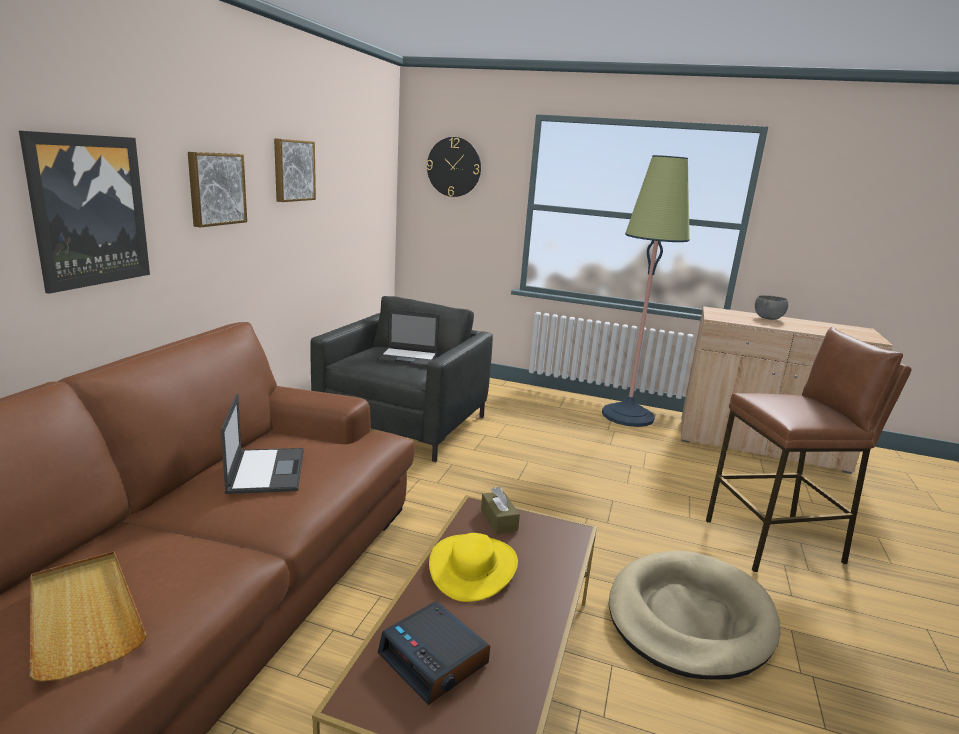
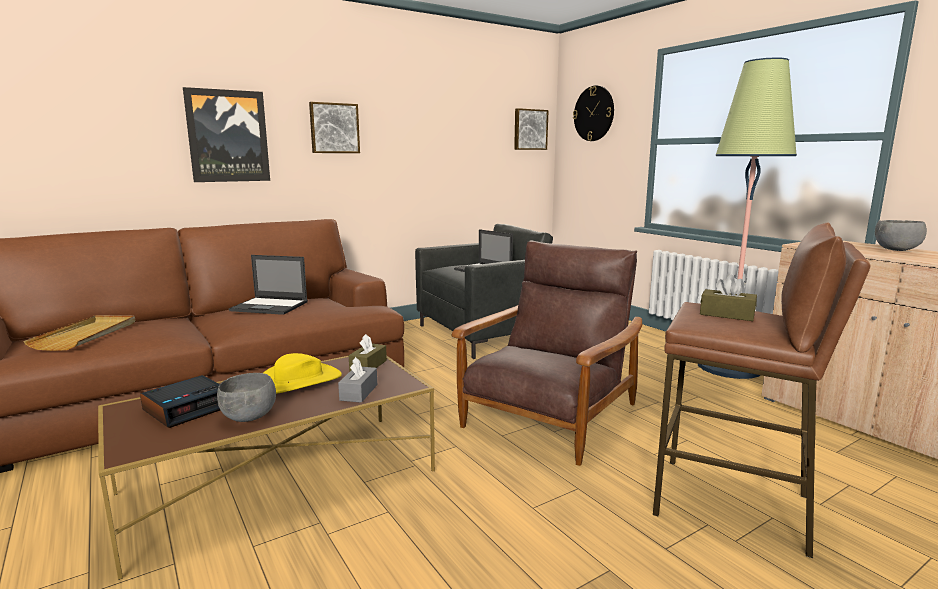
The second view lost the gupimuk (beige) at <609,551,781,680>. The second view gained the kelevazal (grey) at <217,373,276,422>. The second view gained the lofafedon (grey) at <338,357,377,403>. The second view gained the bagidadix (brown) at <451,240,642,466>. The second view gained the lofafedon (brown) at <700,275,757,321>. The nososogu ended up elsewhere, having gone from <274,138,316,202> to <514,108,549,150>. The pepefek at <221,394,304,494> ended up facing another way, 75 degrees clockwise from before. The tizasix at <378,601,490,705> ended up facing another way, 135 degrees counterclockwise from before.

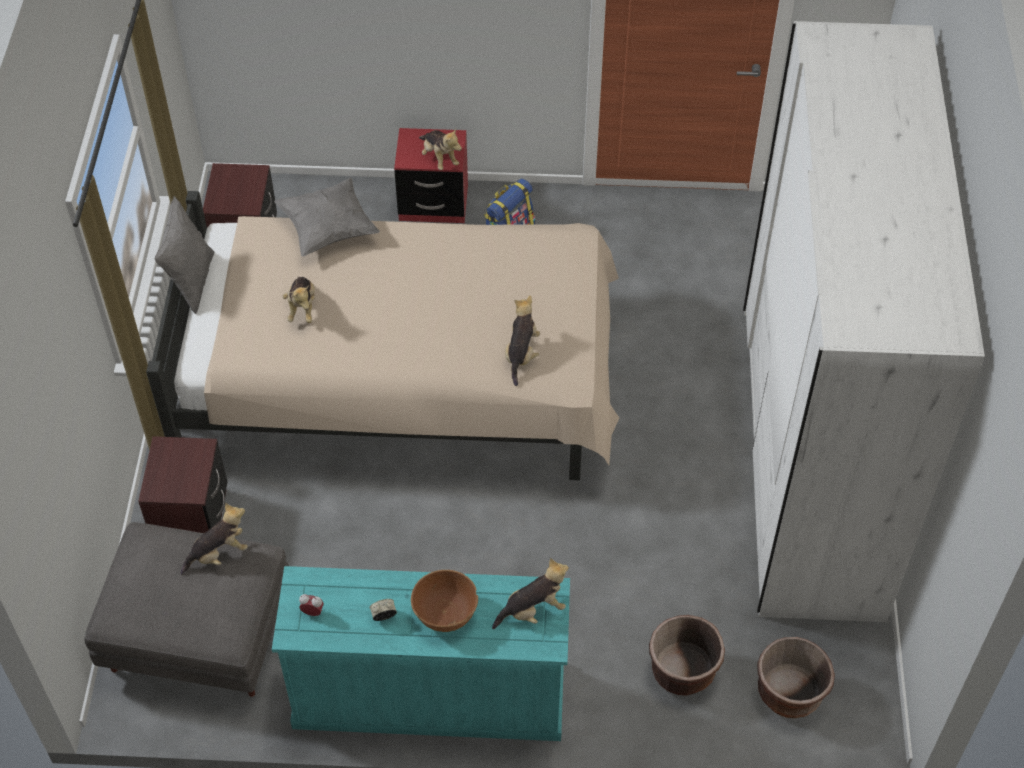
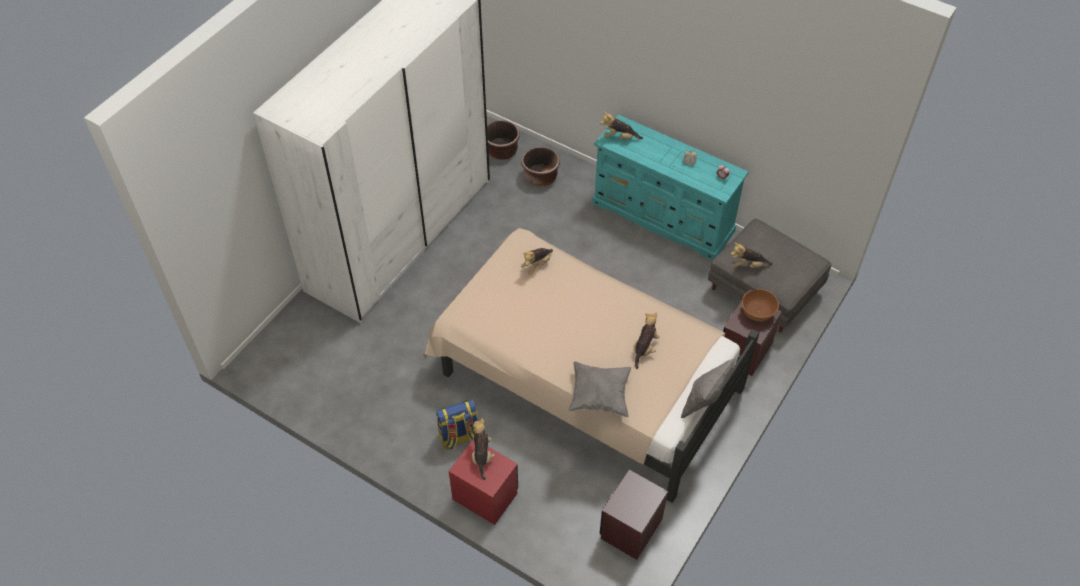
The kelevazal (brown) ended up elsewhere, having gone from <411,570,478,632> to <742,289,779,321>.

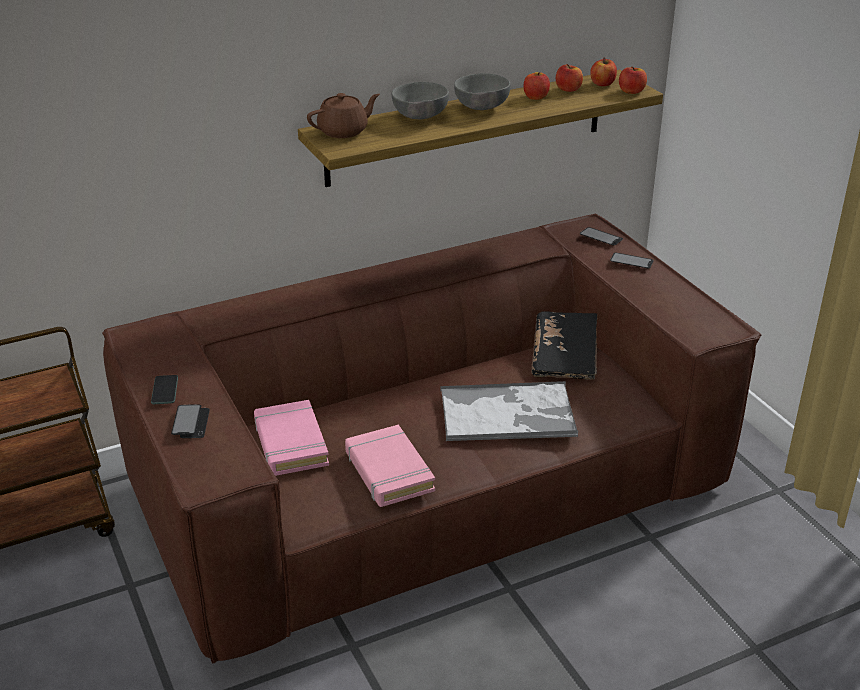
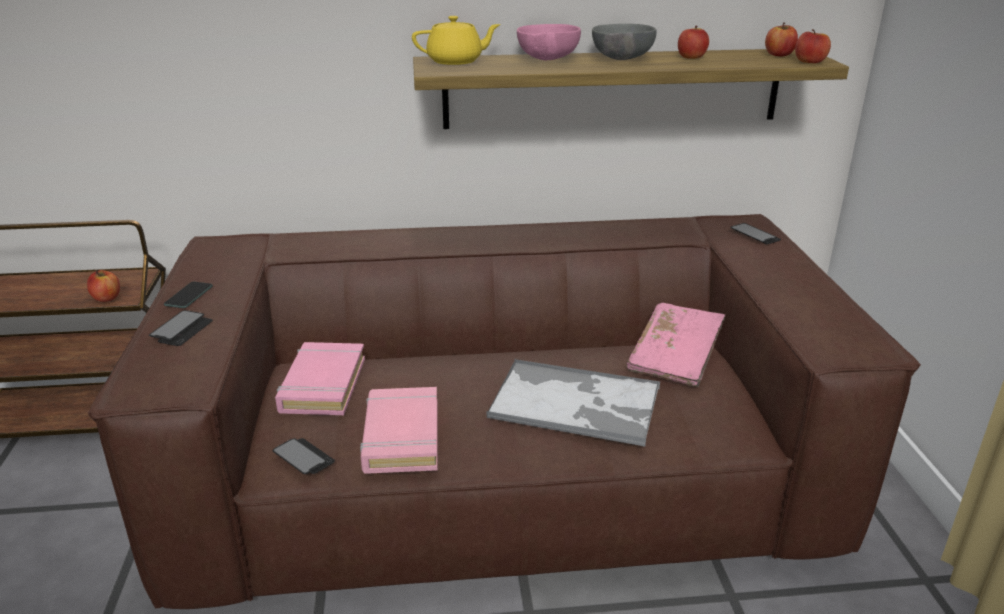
The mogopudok ended up elsewhere, having gone from <556,64,583,92> to <87,270,120,302>. The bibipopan ended up elsewhere, having gone from <610,253,653,268> to <272,438,335,474>. What was the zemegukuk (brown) at <307,93,380,138> turned into the zemegukuk (yellow) at <412,16,501,65>. What was the kelevazal (grey) at <392,82,449,119> turned into the kelevazal (pink) at <517,24,581,60>. What was the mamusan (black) at <531,311,597,380> turned into the mamusan (pink) at <626,303,725,387>.

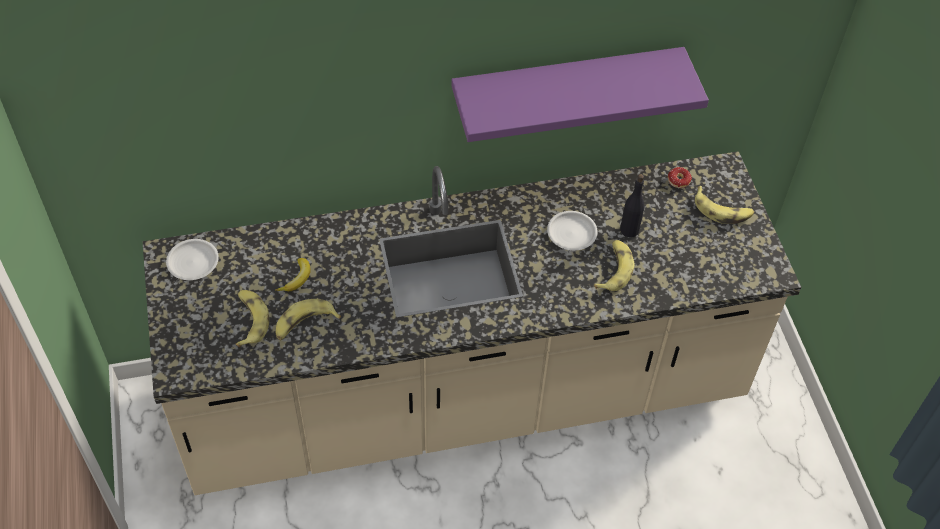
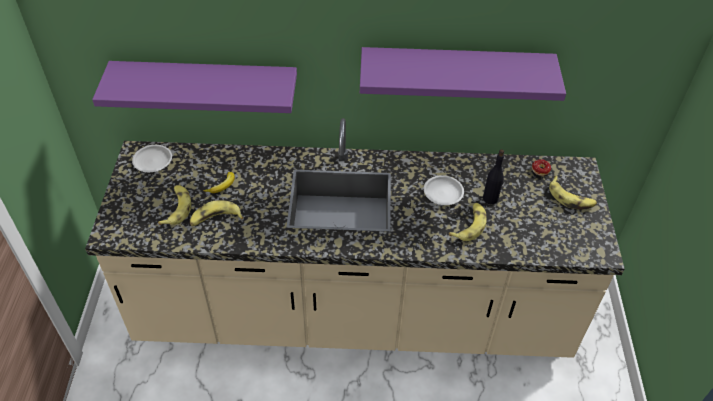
The second view gained the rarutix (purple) at <92,61,297,113>.

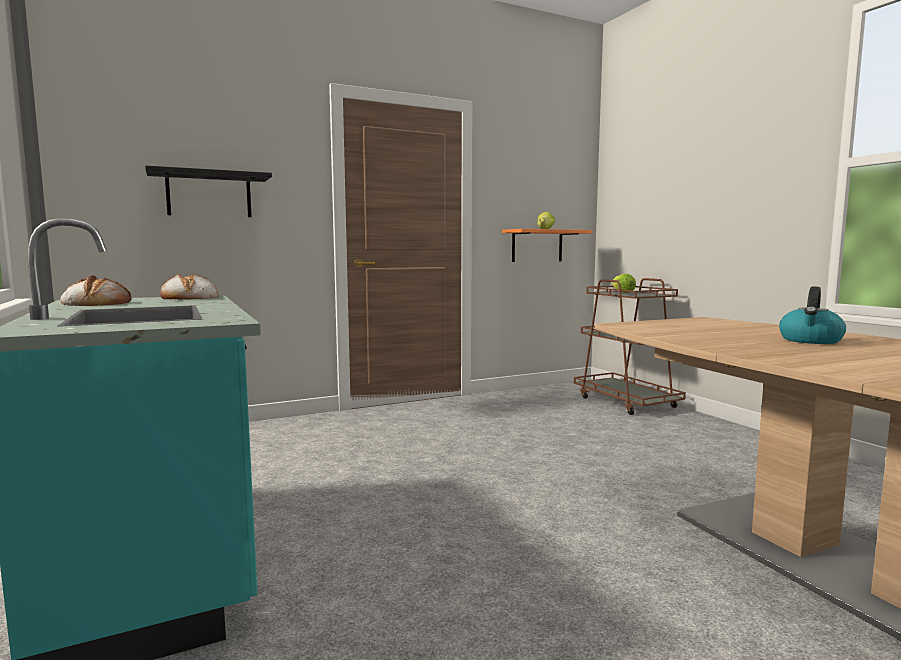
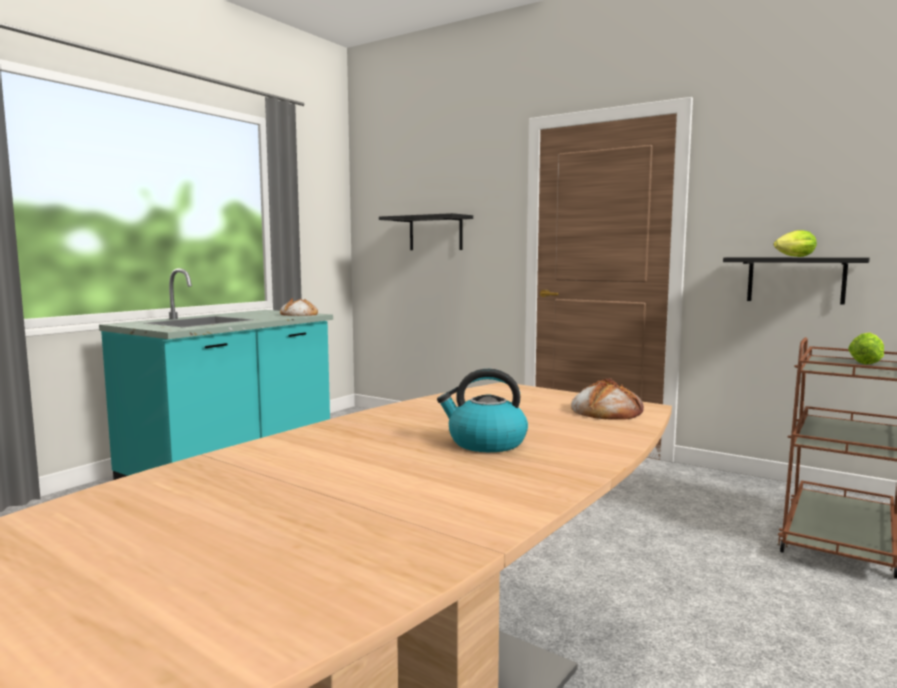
The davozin ended up elsewhere, having gone from <60,276,131,306> to <571,378,644,420>. What was the rarutix (orange) at <502,229,593,262> turned into the rarutix (black) at <723,257,870,305>.

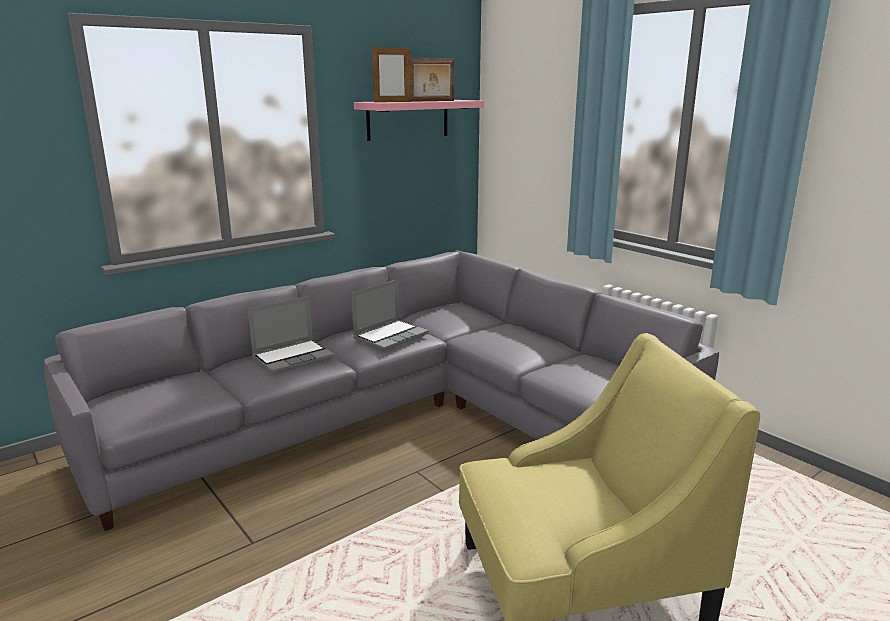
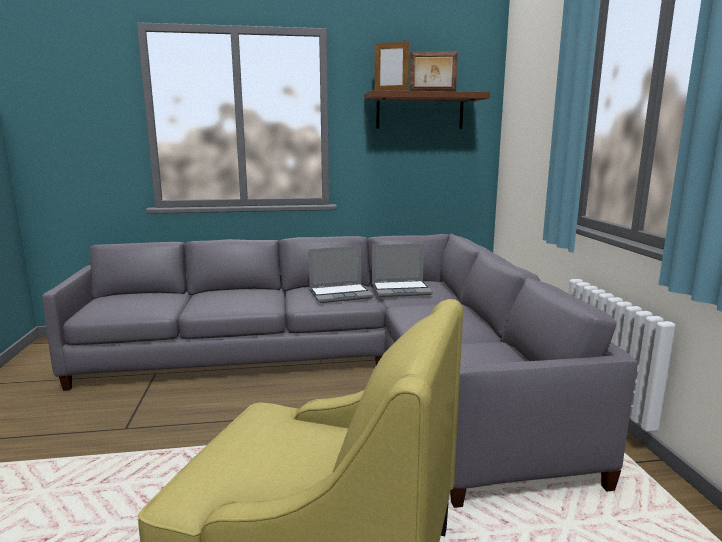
The pepefek ended up elsewhere, having gone from <248,296,334,374> to <372,243,433,297>. What was the rarutix (pink) at <354,100,484,141> turned into the rarutix (brown) at <364,90,490,129>.

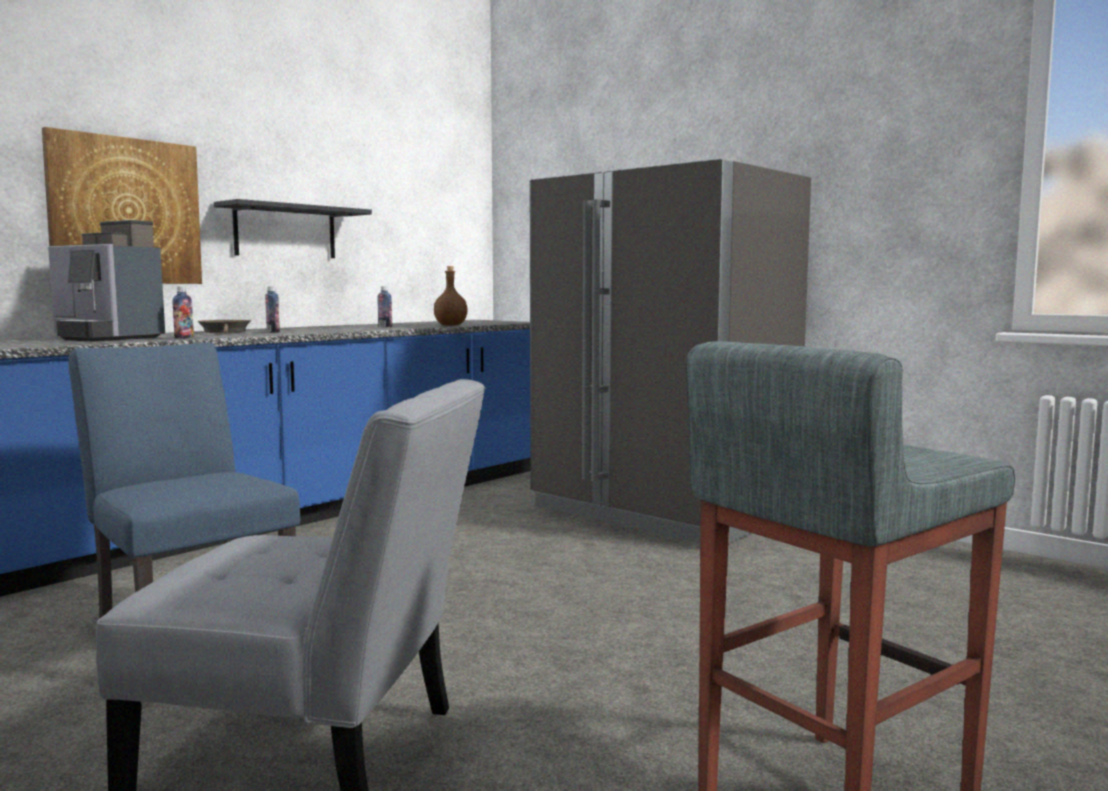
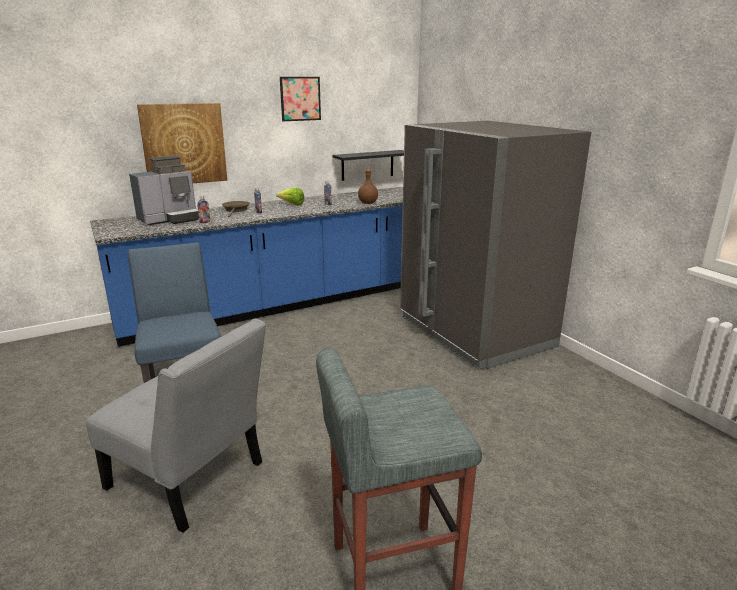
The second view gained the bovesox at <277,188,304,205>. The second view gained the nososogu at <280,77,321,121>. The rarutix (black) ended up elsewhere, having gone from <214,199,372,258> to <333,150,404,181>. The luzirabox at <48,220,165,342> ended up facing another way, 90 degrees counterclockwise from before.

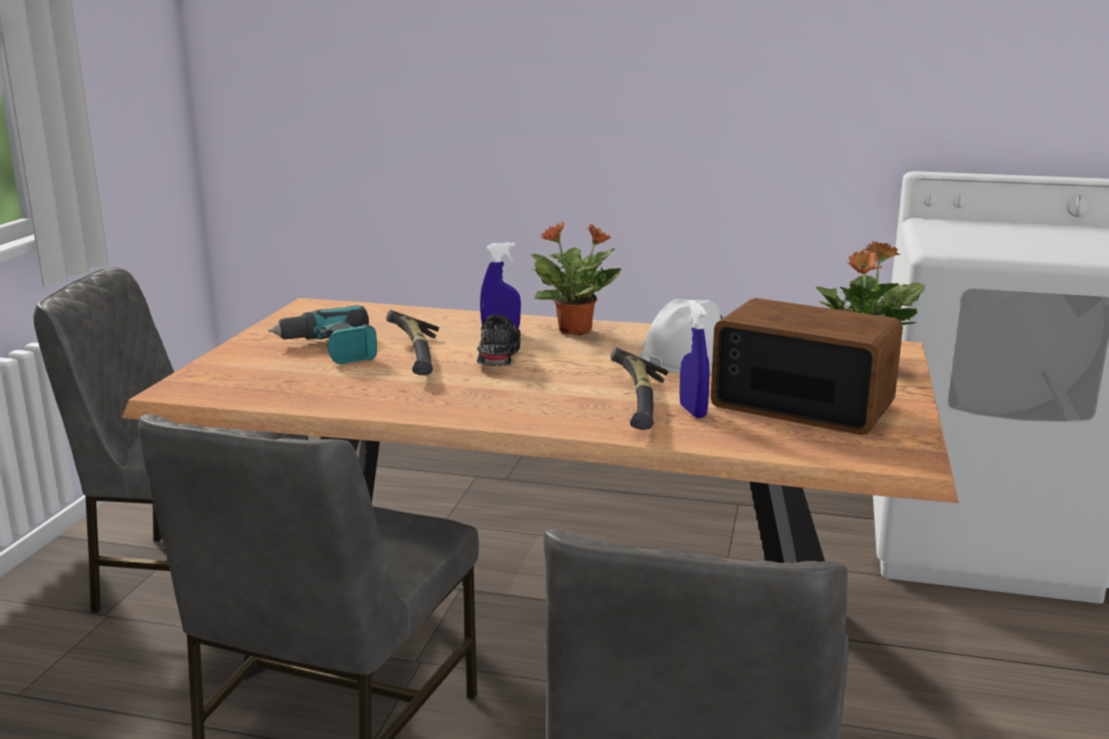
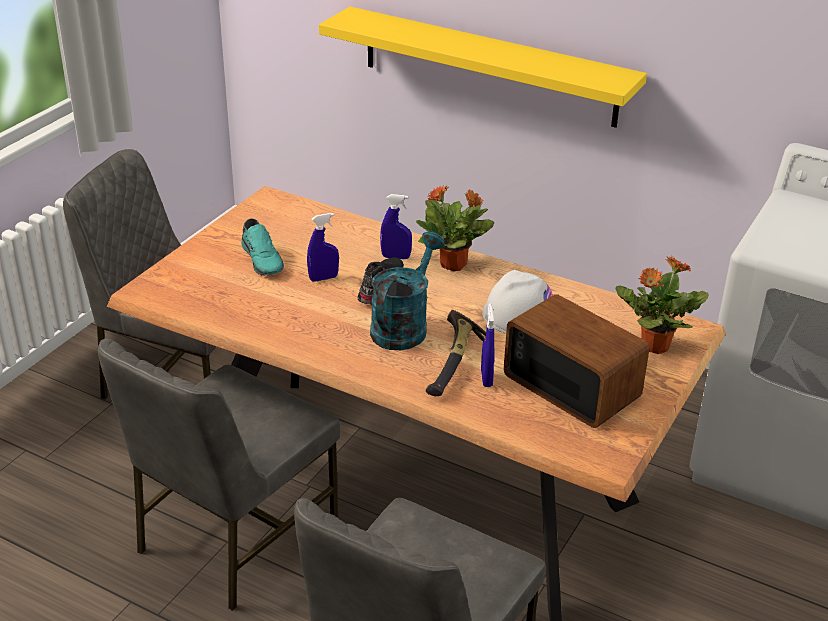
The second view gained the rarutix (yellow) at <319,7,647,128>. The second view gained the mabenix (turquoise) at <370,231,445,350>. Where the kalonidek stood at <268,305,377,364>, the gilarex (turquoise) came to stand at <241,218,284,276>. Where the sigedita stood at <386,310,439,375>, the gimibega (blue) came to stand at <307,213,339,282>.

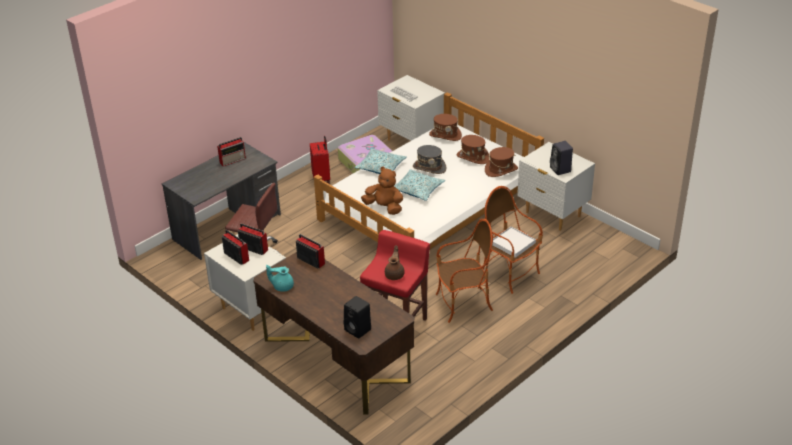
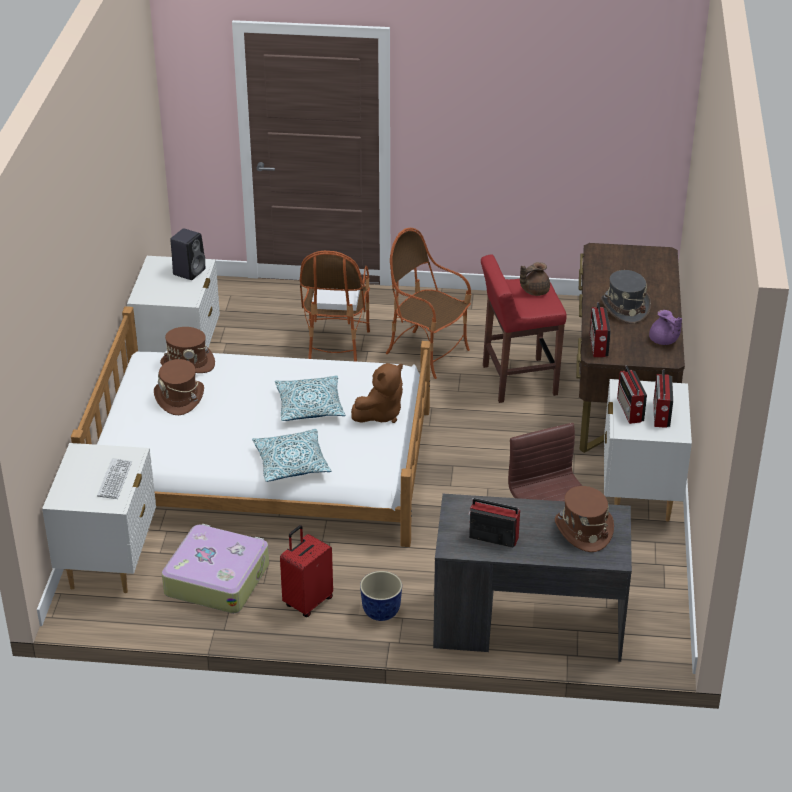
The second view lost the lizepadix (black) at <343,296,371,339>. The second view gained the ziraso at <360,571,402,621>. The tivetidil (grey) ended up elsewhere, having gone from <413,145,447,174> to <601,270,651,324>. The tivetidil (brown) ended up elsewhere, having gone from <429,114,462,141> to <555,486,614,552>. What was the zemegukuk (turquoise) at <266,265,294,292> turned into the zemegukuk (purple) at <649,310,682,345>. The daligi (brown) at <361,166,403,215> ended up facing another way, 120 degrees counterclockwise from before.

